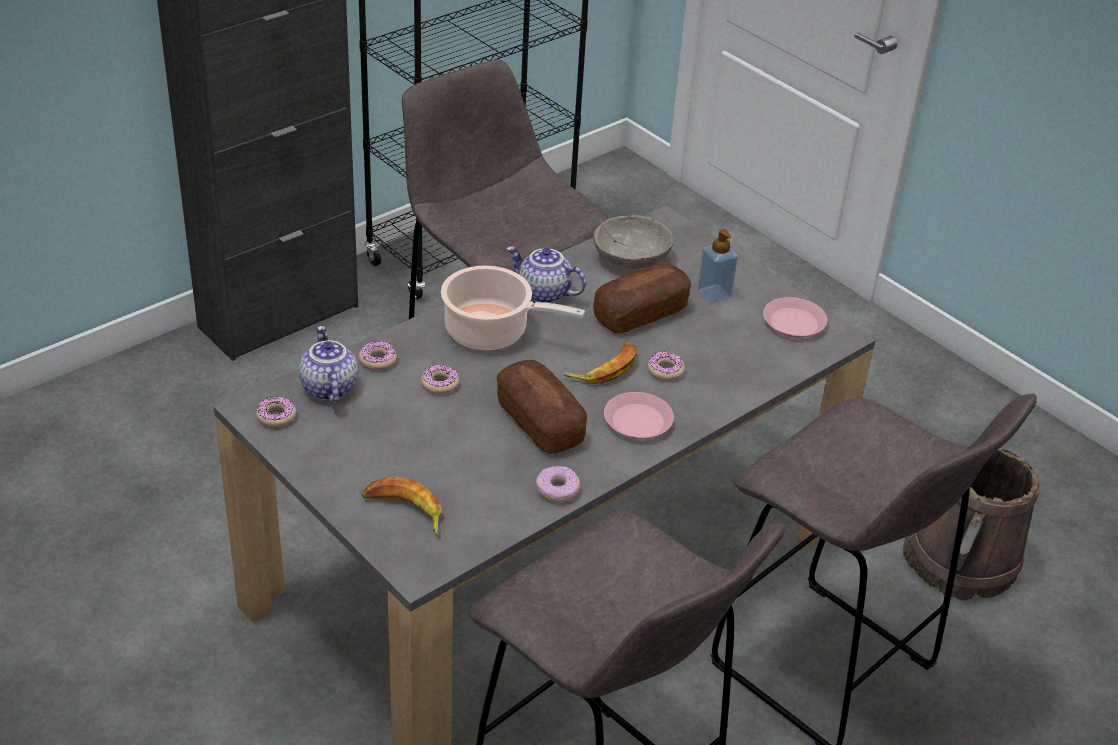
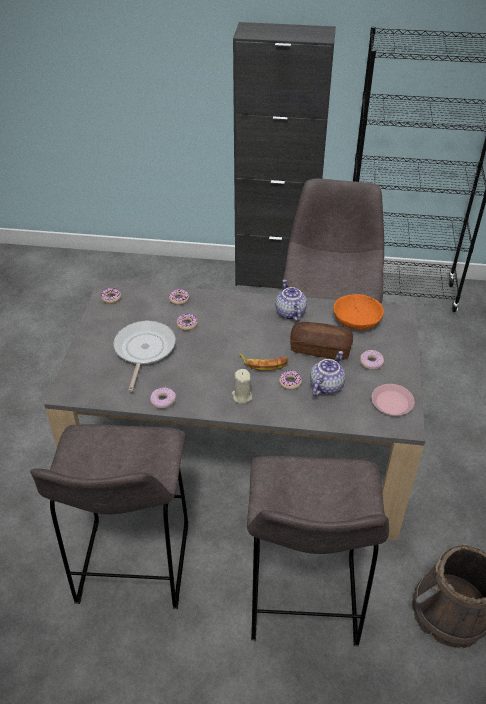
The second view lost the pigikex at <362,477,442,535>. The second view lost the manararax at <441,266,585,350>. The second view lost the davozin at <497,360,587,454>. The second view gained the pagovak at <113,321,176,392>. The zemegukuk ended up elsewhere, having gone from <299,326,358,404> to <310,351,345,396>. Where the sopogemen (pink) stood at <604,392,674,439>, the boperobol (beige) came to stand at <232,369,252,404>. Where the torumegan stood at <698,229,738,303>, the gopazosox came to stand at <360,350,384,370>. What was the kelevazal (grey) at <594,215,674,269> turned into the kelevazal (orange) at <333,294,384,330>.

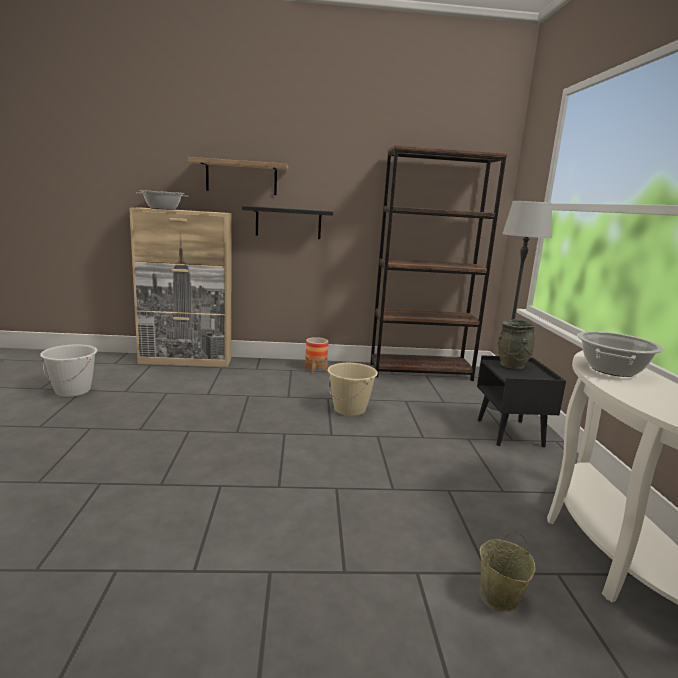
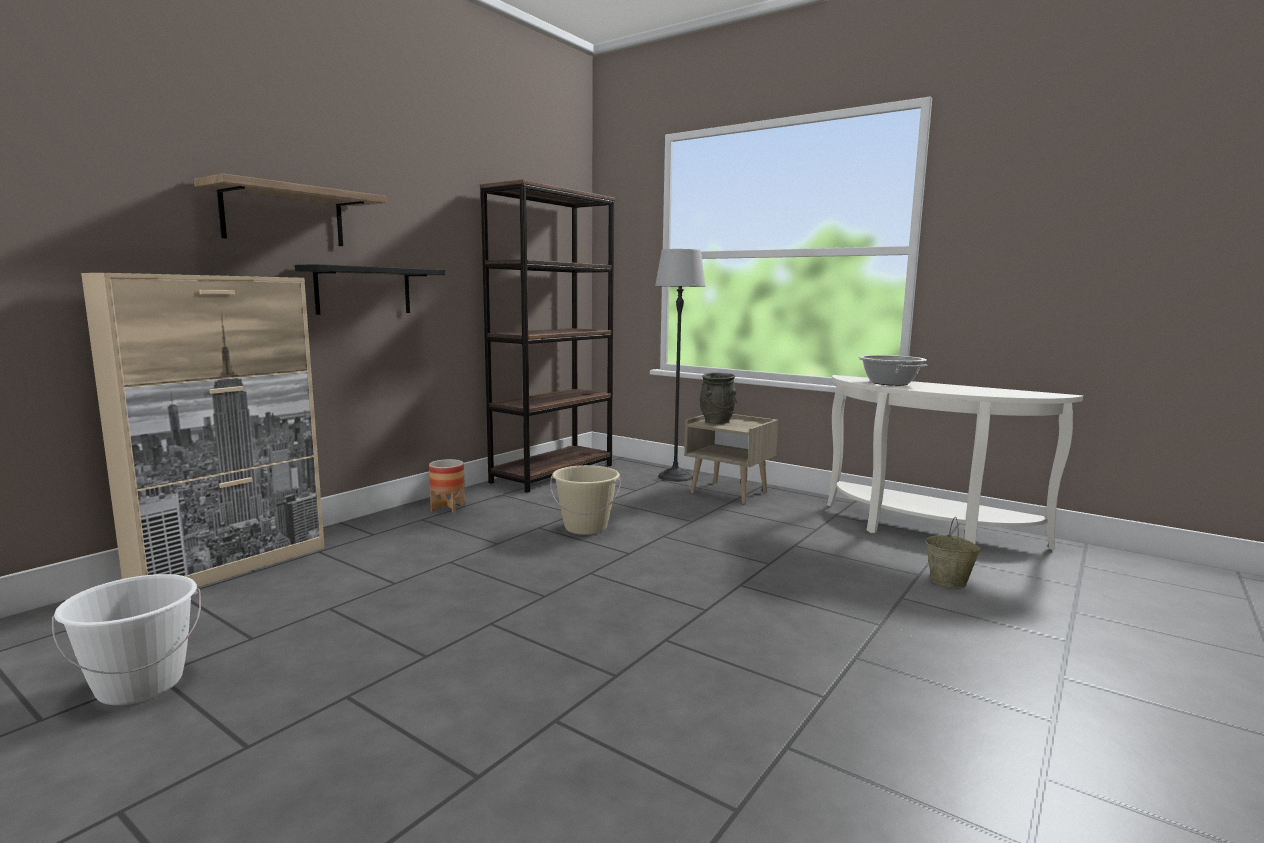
The second view lost the manararax at <136,190,187,210>. What was the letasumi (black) at <477,355,566,447> turned into the letasumi (beige) at <684,414,778,504>.

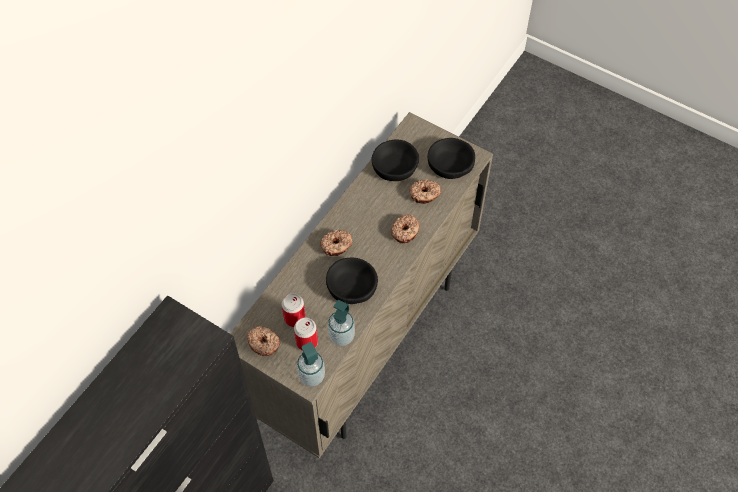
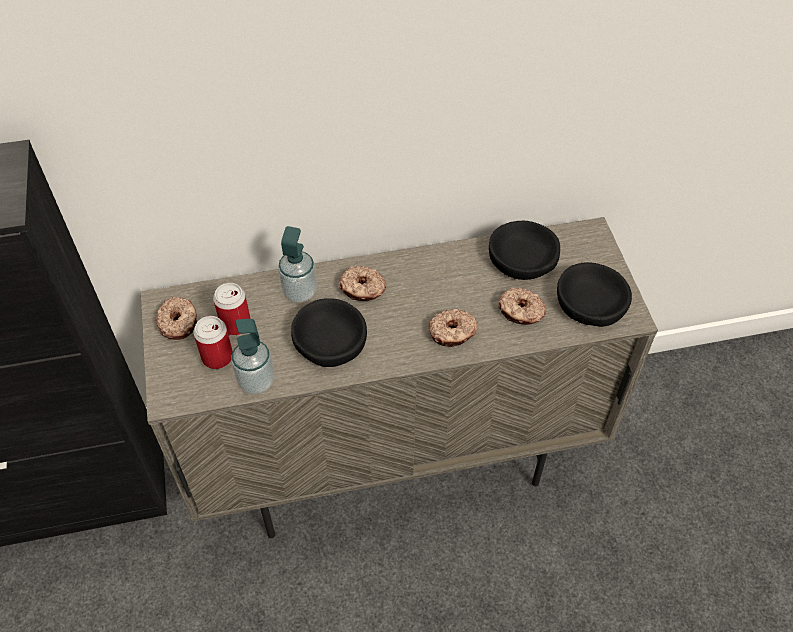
The torumegan ended up elsewhere, having gone from <297,342,325,387> to <278,226,317,303>.

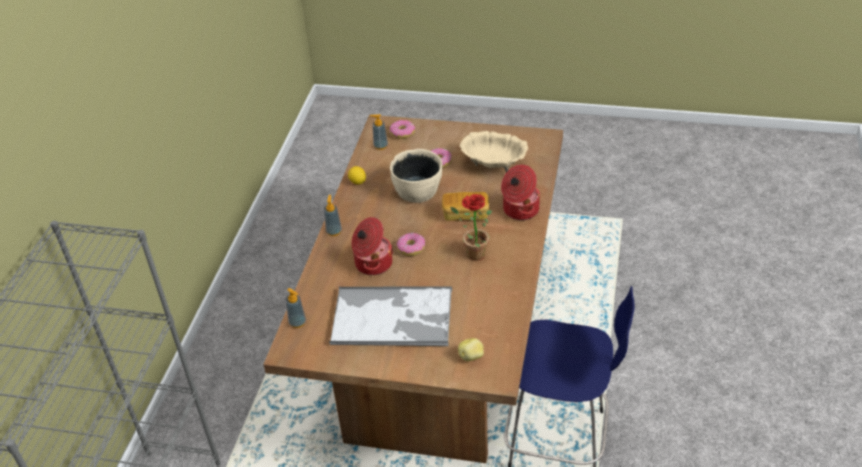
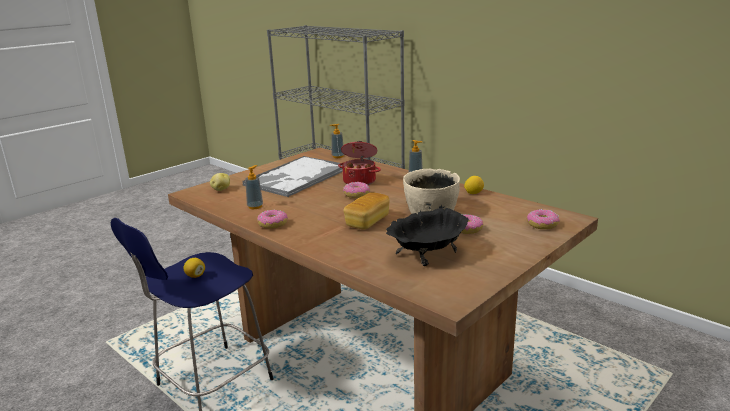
The second view lost the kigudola at <450,194,492,261>. The second view lost the manararax at <501,164,541,220>. The second view gained the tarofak at <183,258,205,278>. The second view gained the gopazosox at <257,210,288,229>. The torumegan ended up elsewhere, having gone from <370,114,388,150> to <245,165,263,209>. What was the kelevazal (beige) at <459,131,528,172> turned into the kelevazal (black) at <386,208,469,266>.

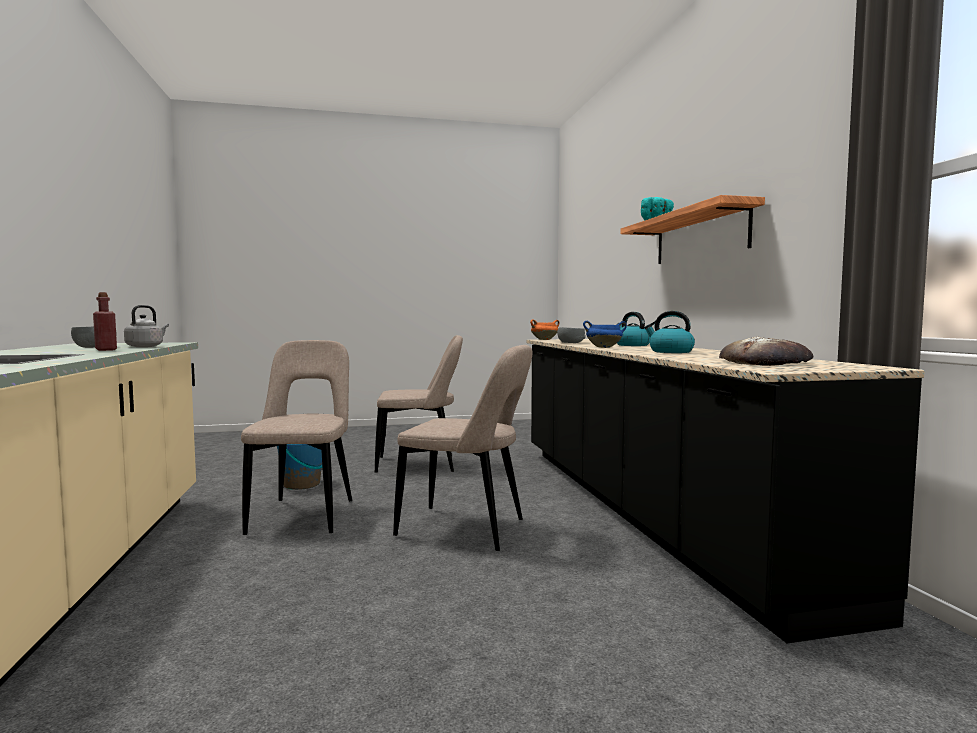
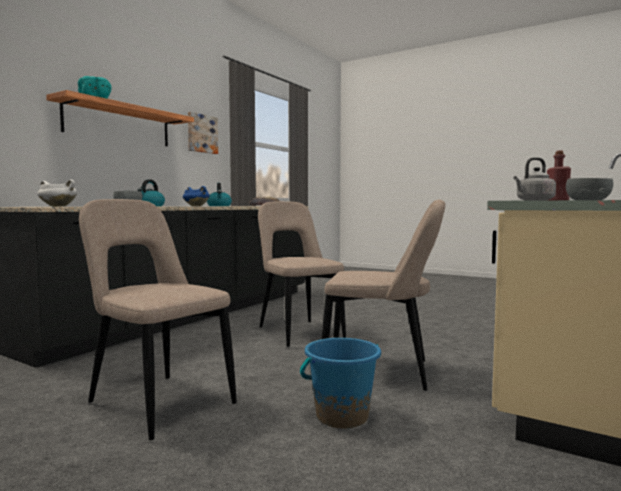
The second view gained the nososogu at <188,112,218,154>. What was the manararax (orange) at <530,319,559,340> turned into the manararax (white) at <37,180,77,207>. The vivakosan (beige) at <241,340,352,535> ended up facing another way, 120 degrees counterclockwise from before.

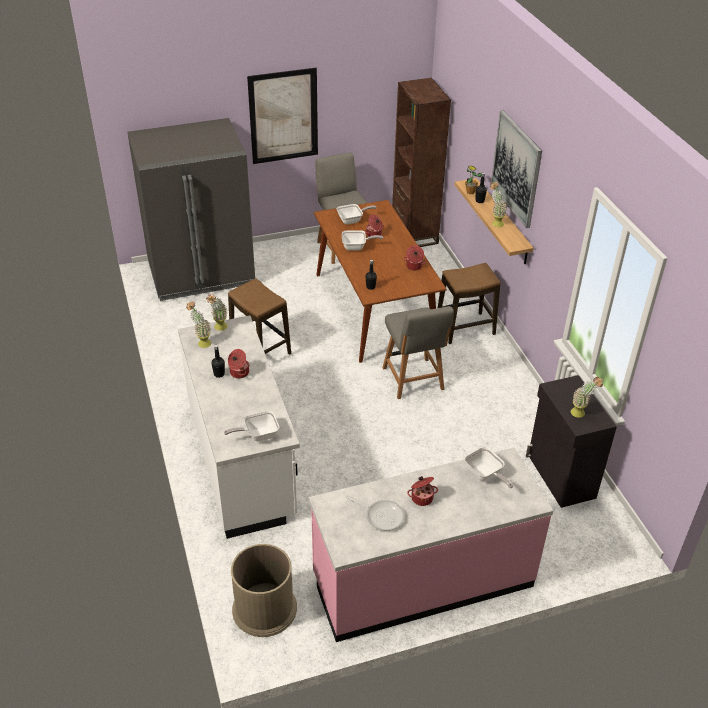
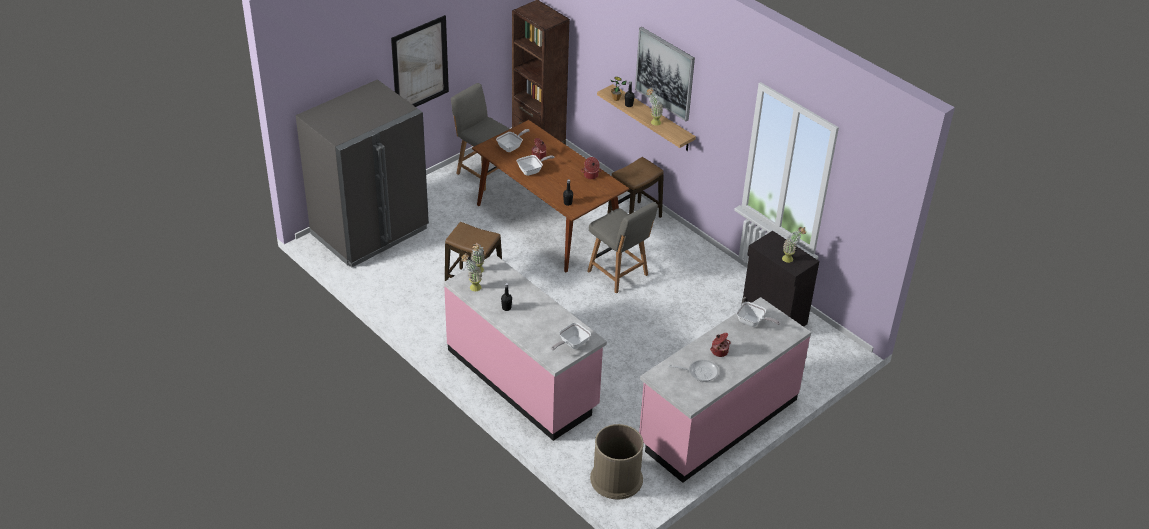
The second view lost the manararax at <228,349,249,379>. What was the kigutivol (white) at <178,316,300,539> turned into the kigutivol (pink) at <444,254,607,441>.

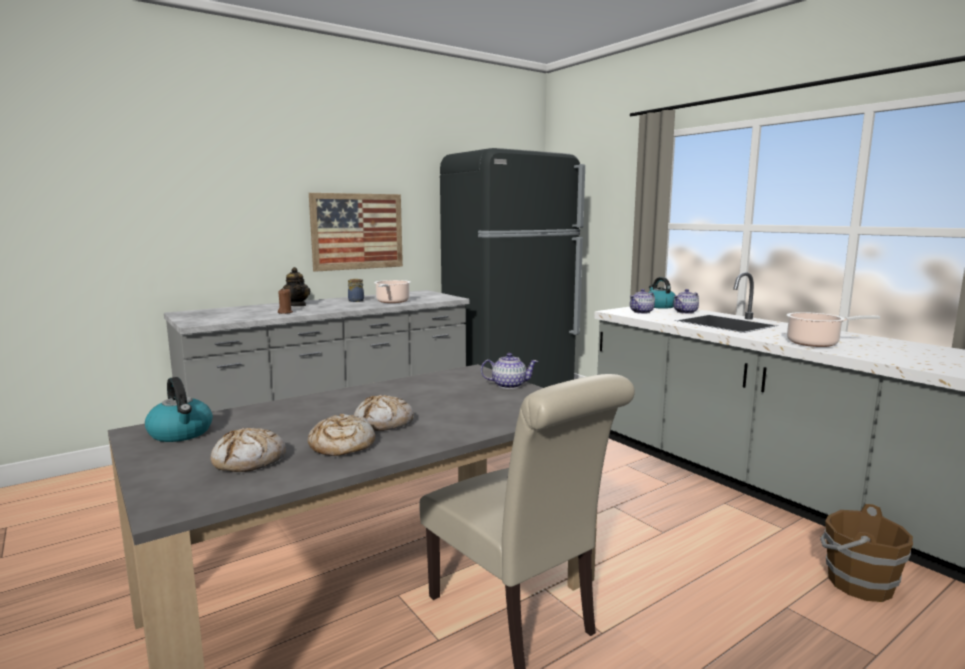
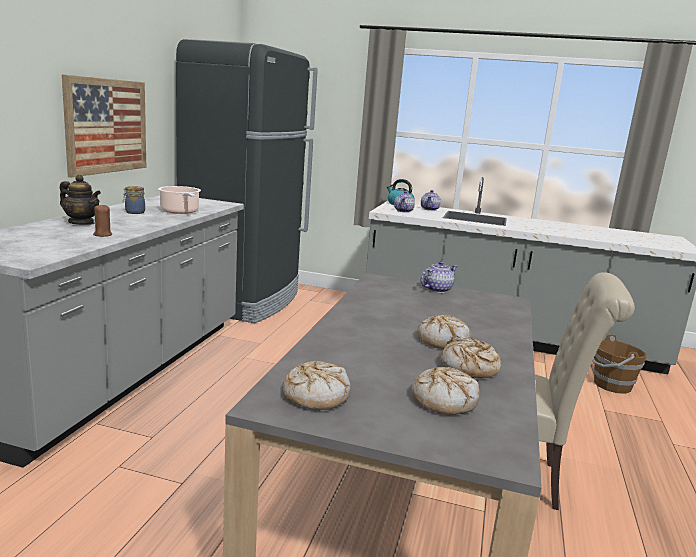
The second view lost the manararax at <787,312,880,347>. Where the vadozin stood at <145,377,213,442>, the davozin came to stand at <283,361,351,410>.

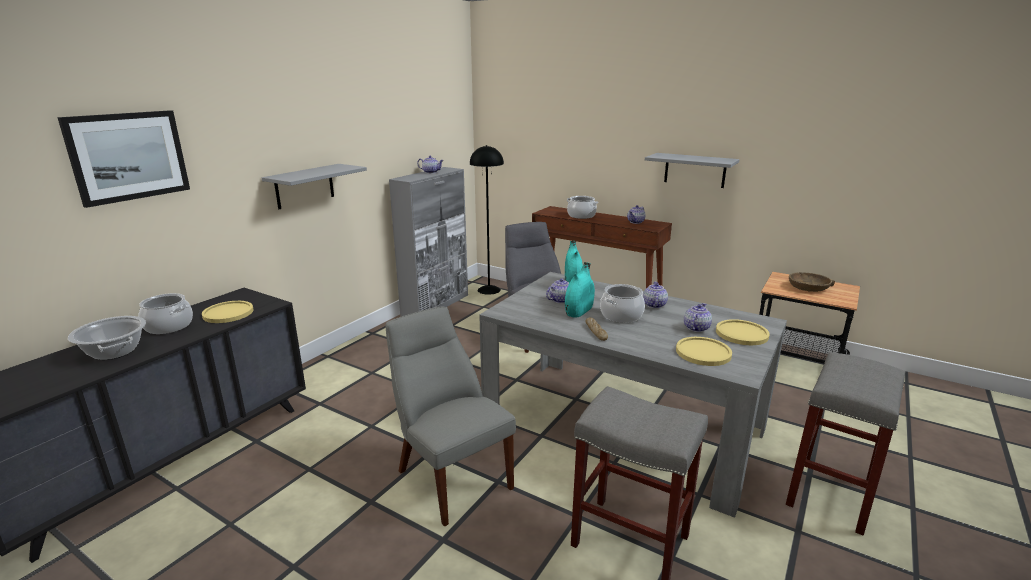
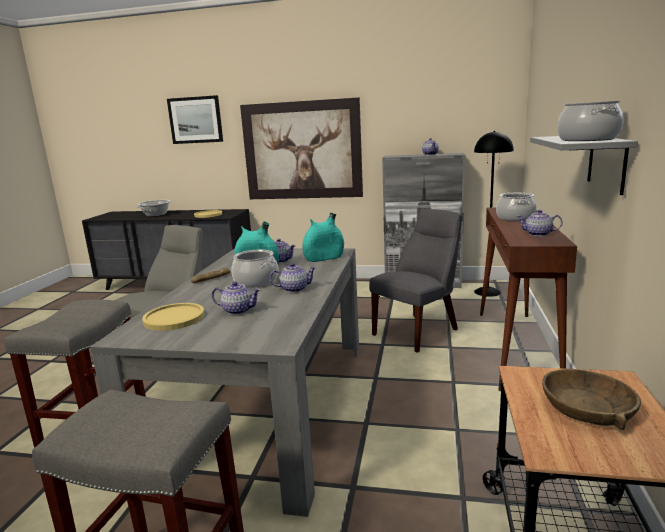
The second view lost the sopogemen (yellow) at <716,319,770,345>. The manararax ended up elsewhere, having gone from <138,293,193,334> to <557,101,623,141>. Where the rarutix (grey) hung at <262,164,367,209>, the nososogu came to hang at <240,97,363,199>.

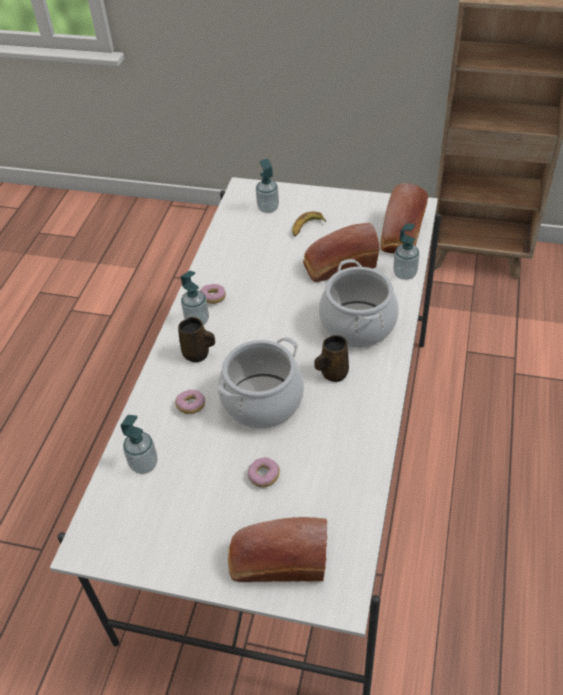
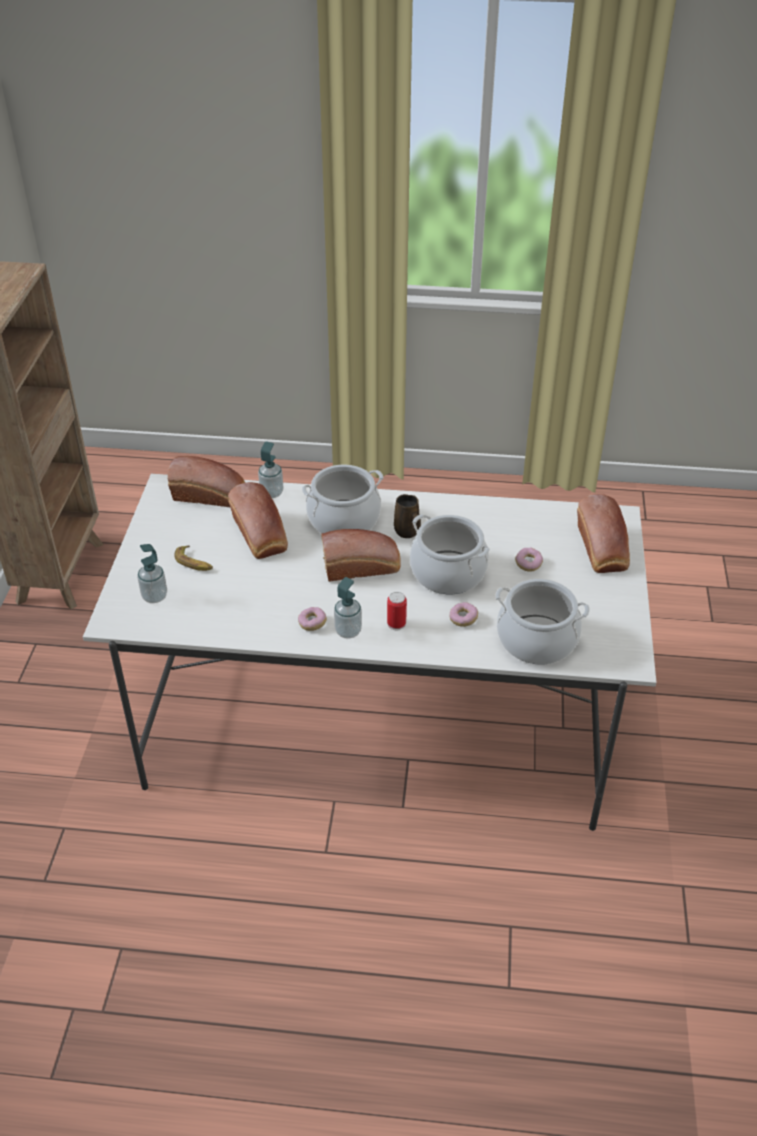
The second view gained the davozin at <321,529,401,582>. Where the torumegan stood at <120,415,158,474>, the manararax came to stand at <495,579,590,664>. Where the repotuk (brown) stood at <178,317,215,362>, the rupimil came to stand at <387,592,407,630>.

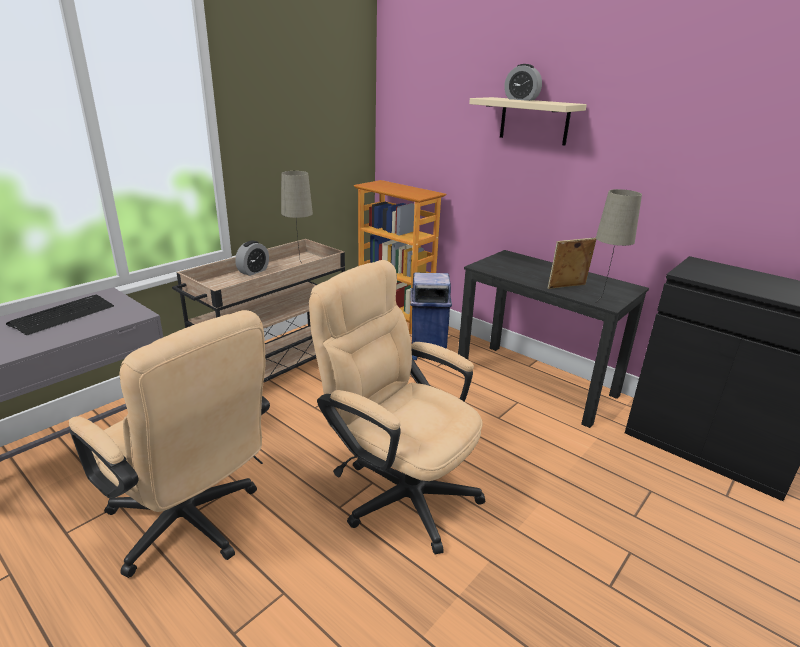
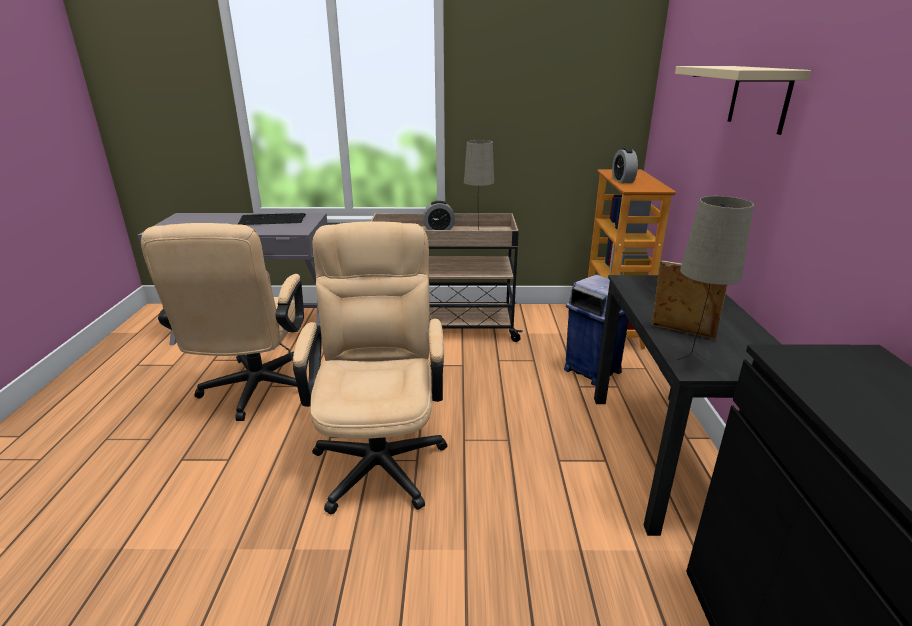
The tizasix ended up elsewhere, having gone from <504,64,542,101> to <612,148,638,183>.

